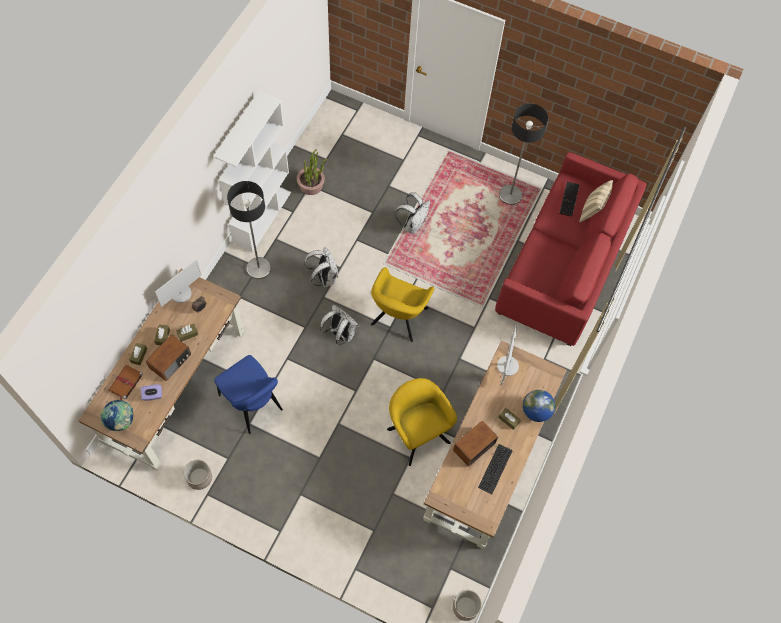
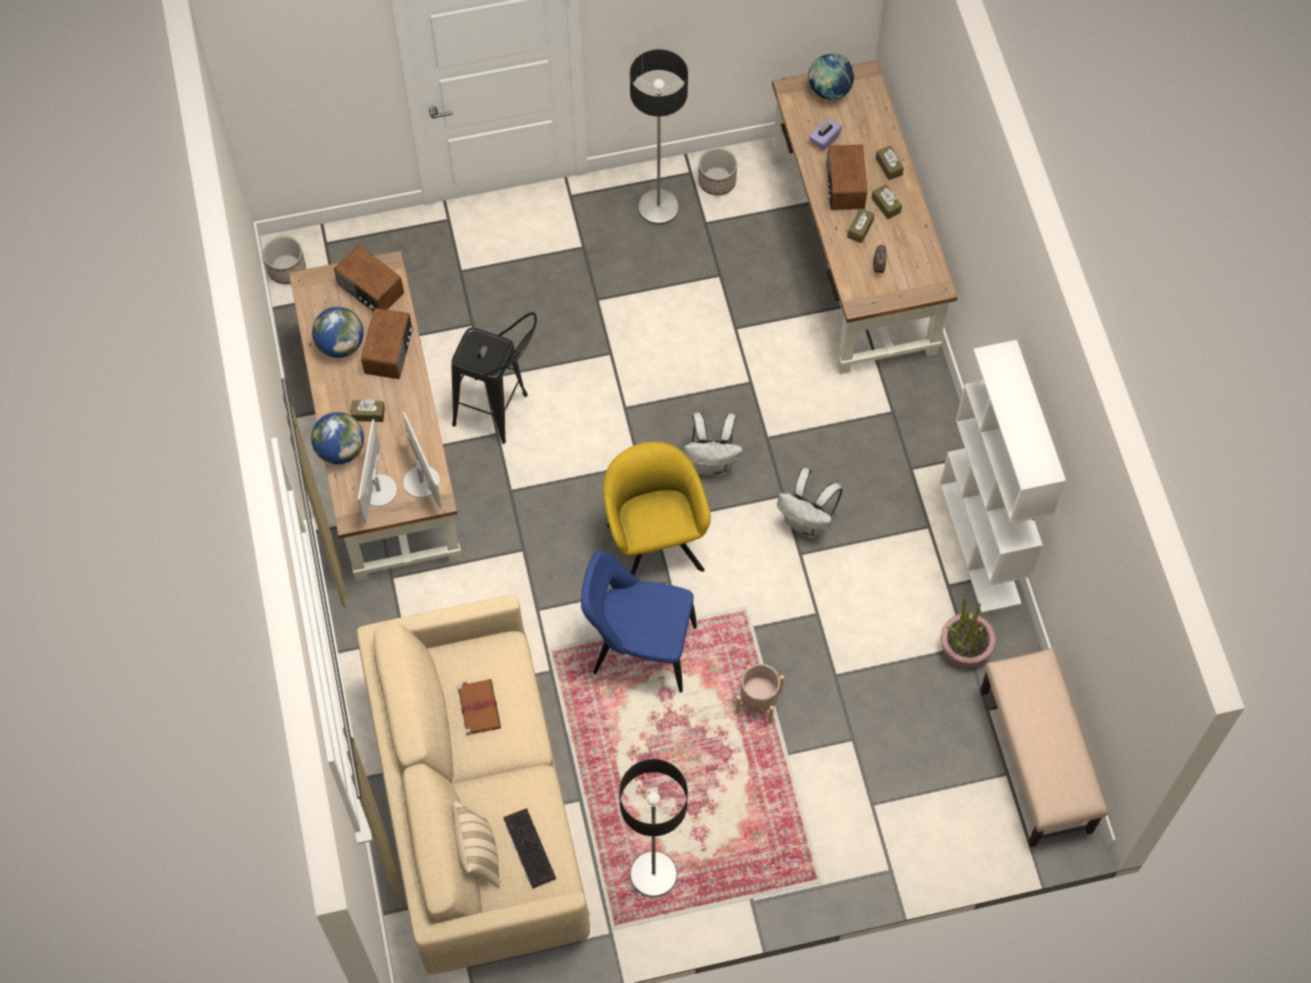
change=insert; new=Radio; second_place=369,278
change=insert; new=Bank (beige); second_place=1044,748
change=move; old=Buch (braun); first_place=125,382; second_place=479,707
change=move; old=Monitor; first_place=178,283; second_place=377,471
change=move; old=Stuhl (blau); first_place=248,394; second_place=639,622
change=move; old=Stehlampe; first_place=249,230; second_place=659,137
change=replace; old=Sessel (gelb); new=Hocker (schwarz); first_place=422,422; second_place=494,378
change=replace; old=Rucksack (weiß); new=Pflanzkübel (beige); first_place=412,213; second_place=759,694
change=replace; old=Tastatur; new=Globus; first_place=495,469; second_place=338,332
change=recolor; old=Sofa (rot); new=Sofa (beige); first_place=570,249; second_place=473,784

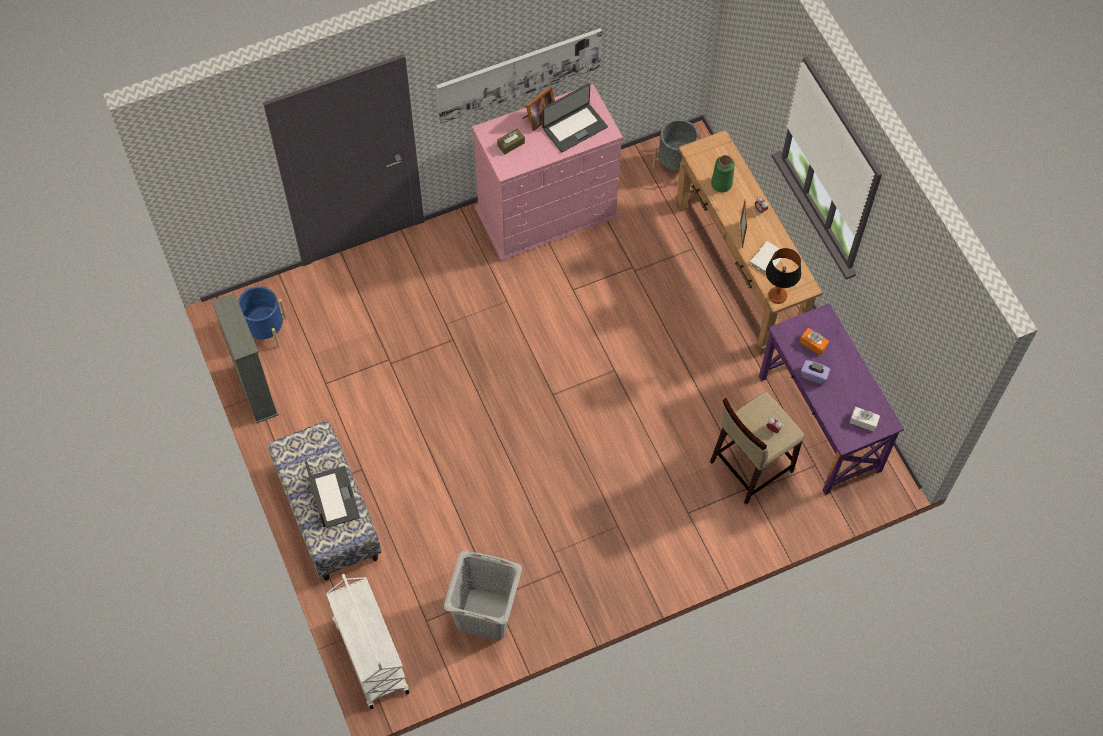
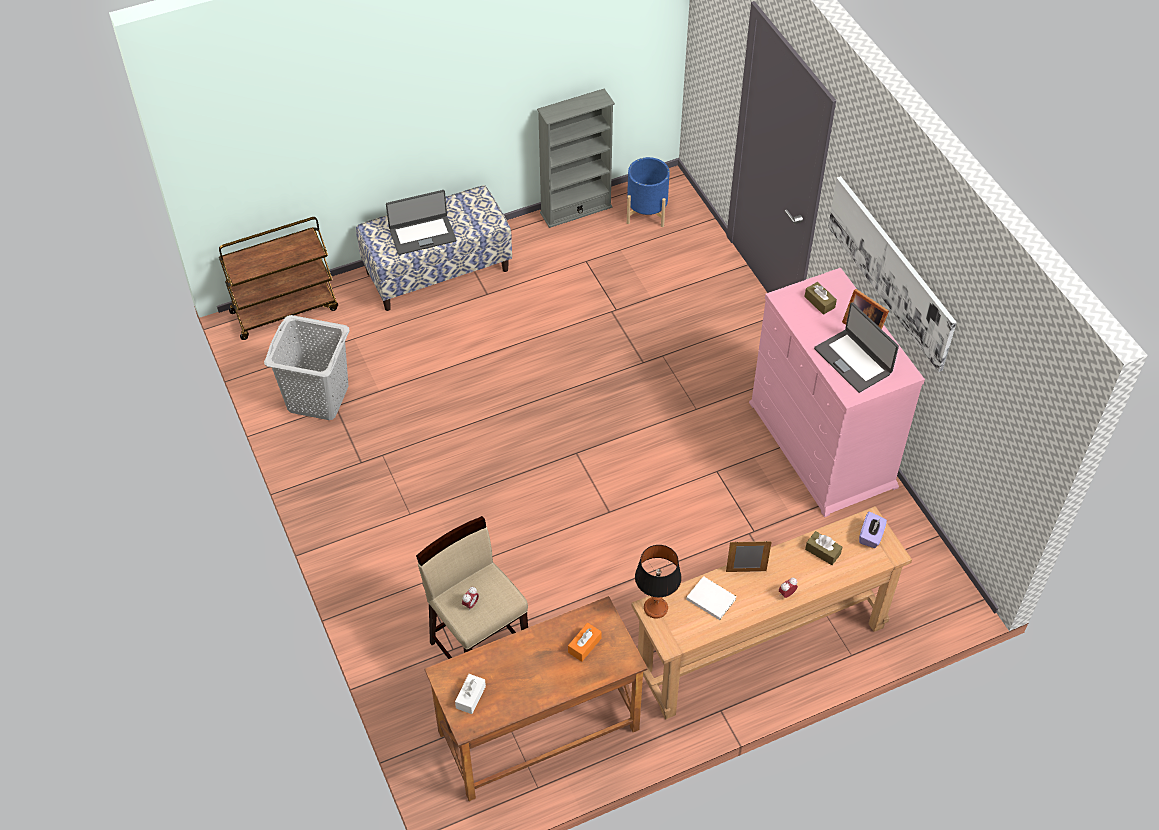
change=delete; old=Pflanzkübel (grau); first_place=676,151
change=move; old=Taschentuchbox (lila); first_place=815,372; second_place=873,529
change=replace; old=Vase (grün); new=Taschentuchbox (braun); first_place=723,173; second_place=823,548
change=recolor; old=Rollwagen (weiß); new=Rollwagen (braun); first_place=367,641; second_place=278,278
change=recolor; old=Schreibtisch (lila); new=Schreibtisch (braun); first_place=831,399; second_place=536,698

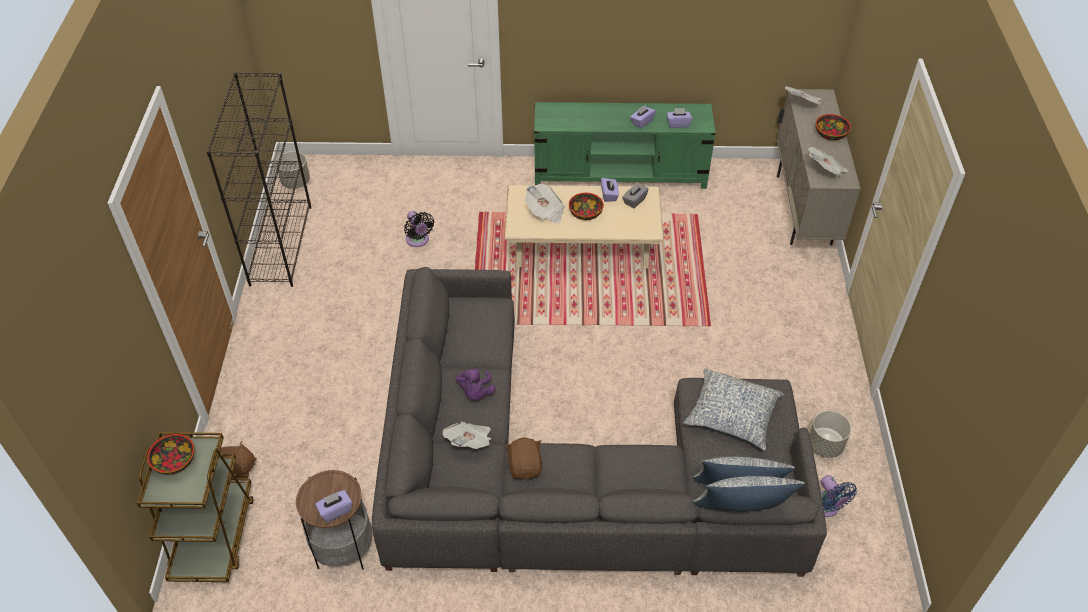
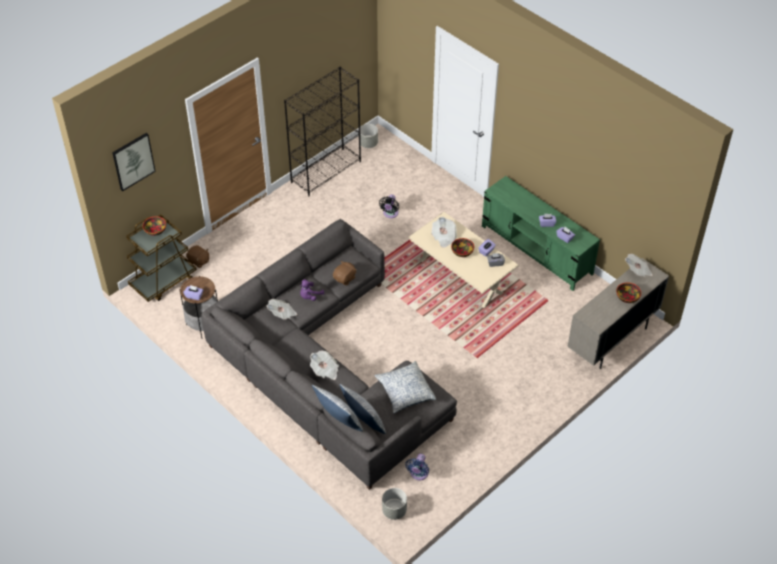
change=insert; new=Bild; second_place=134,162
change=move; old=Plüschtier (braun); first_place=523,458; second_place=345,273
change=move; old=Zeitung; first_place=828,161; second_place=324,365
change=move; old=Pflanzkübel (grau); first_place=830,434; second_place=394,504

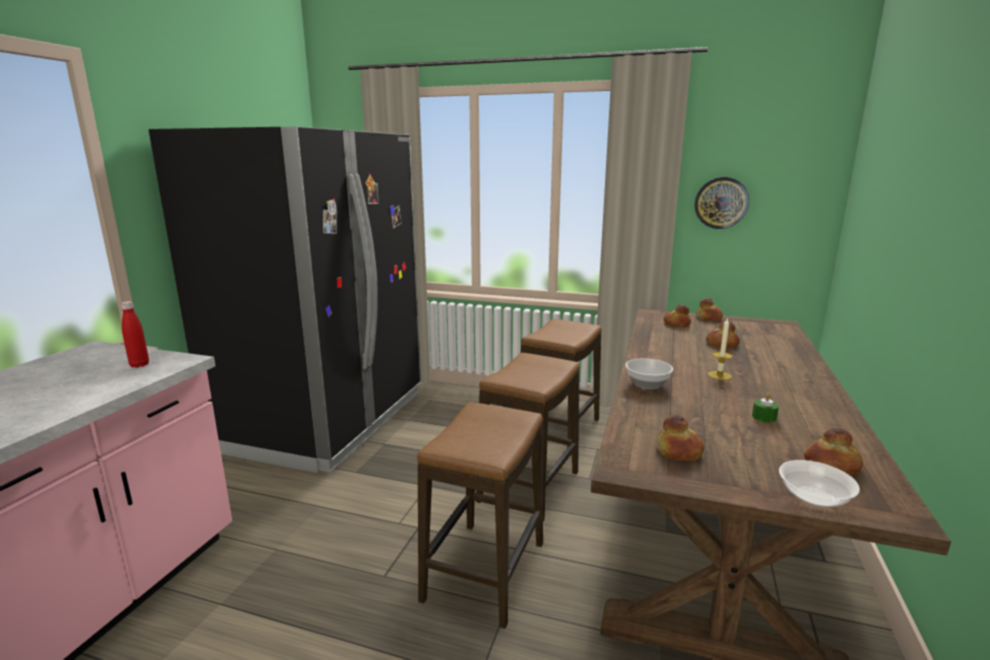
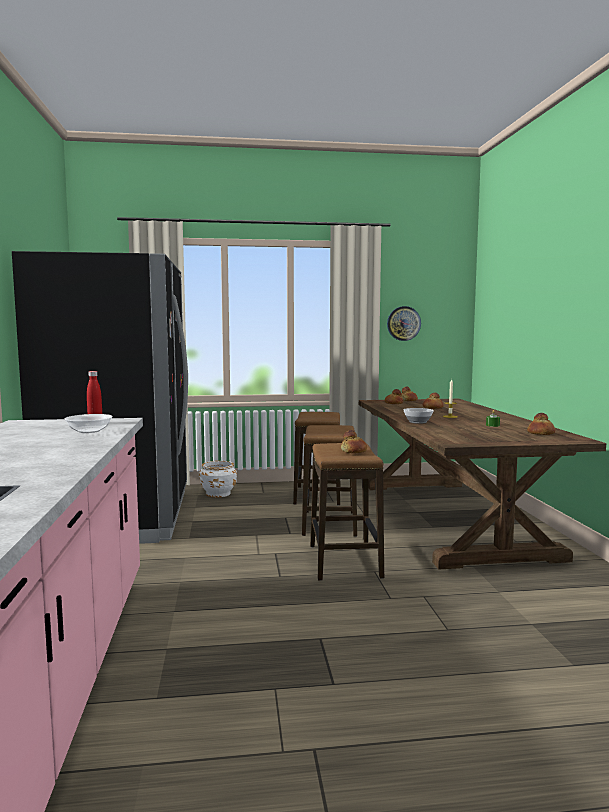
change=insert; new=Pflanzkübel (weiß); second_place=218,479
change=move; old=Brot; first_place=680,438; second_place=354,441
change=move; old=Schüssel; first_place=819,483; second_place=88,423

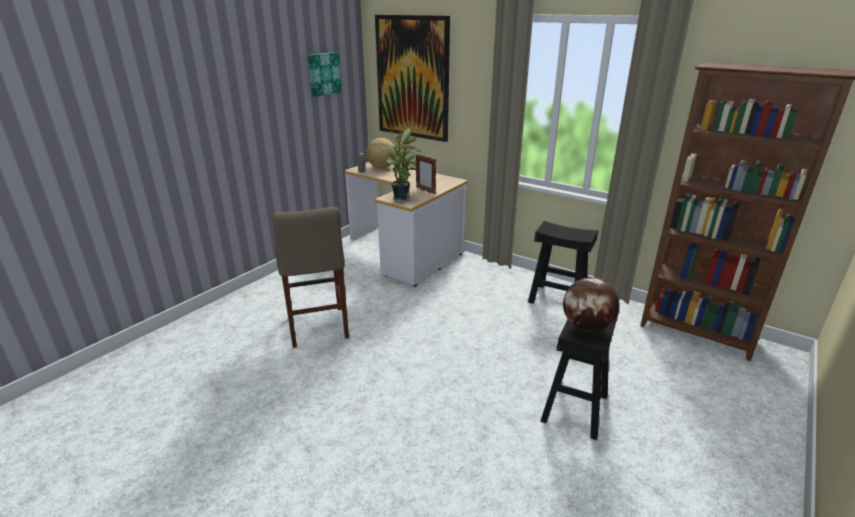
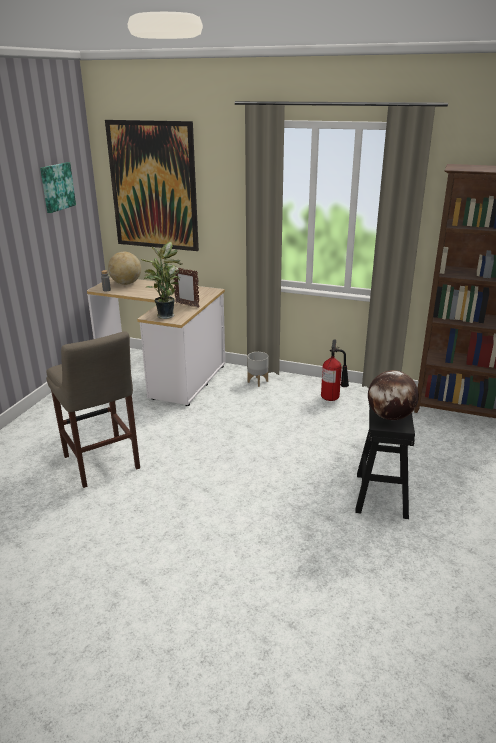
change=insert; new=Pflanzkübel (grau); second_place=257,369
change=replace; old=Hocker (schwarz); new=Feuerlöscher; first_place=563,262; second_place=335,370

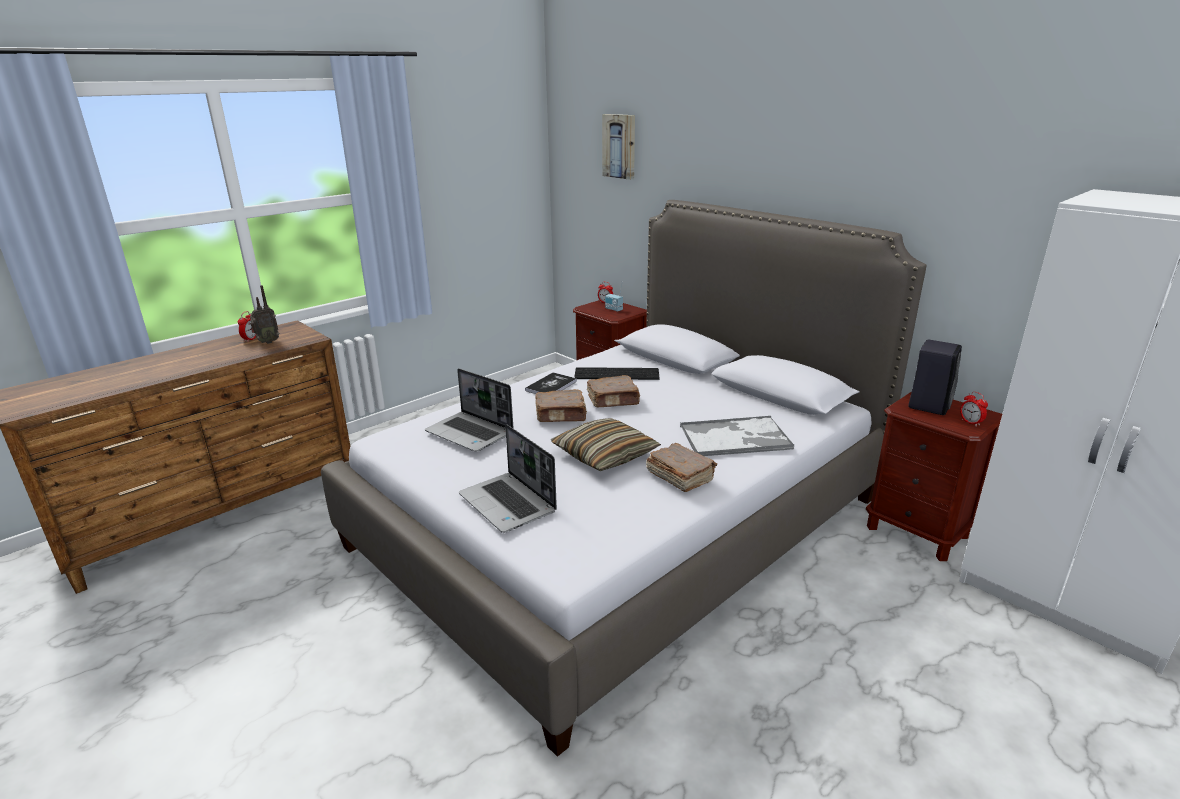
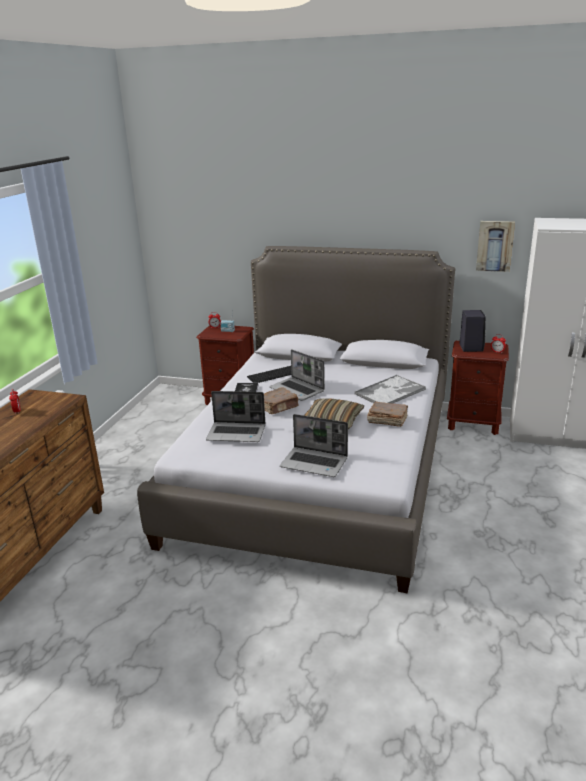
change=delete; old=Radio; first_place=264,314
change=move; old=Bild; first_place=618,147; second_place=495,246
change=replace; old=Buch (braun); new=Laptop; first_place=614,391; second_place=297,375

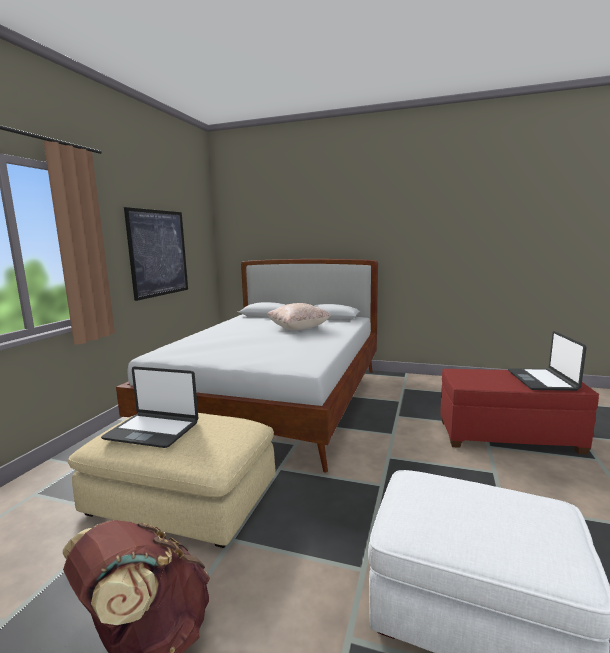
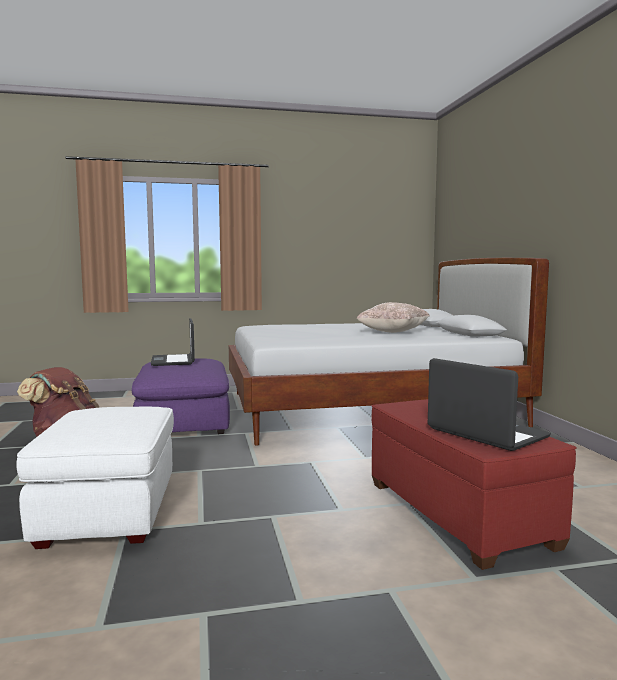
change=delete; old=Bild; first_place=156,254
change=recolor; old=Polsterhocker (beige); new=Polsterhocker (lila); first_place=172,480; second_place=181,396
change=rotate; old=Laptop; first_place=547,361; second_place=489,404; degrees=75

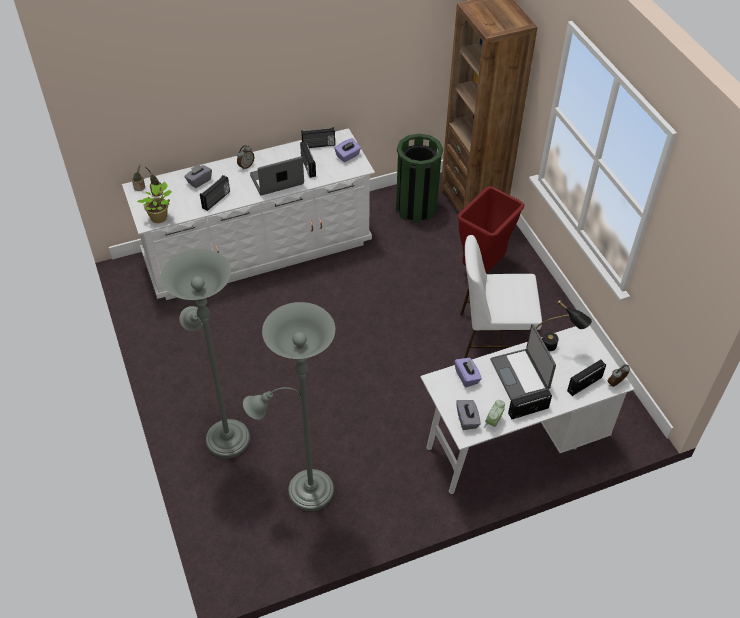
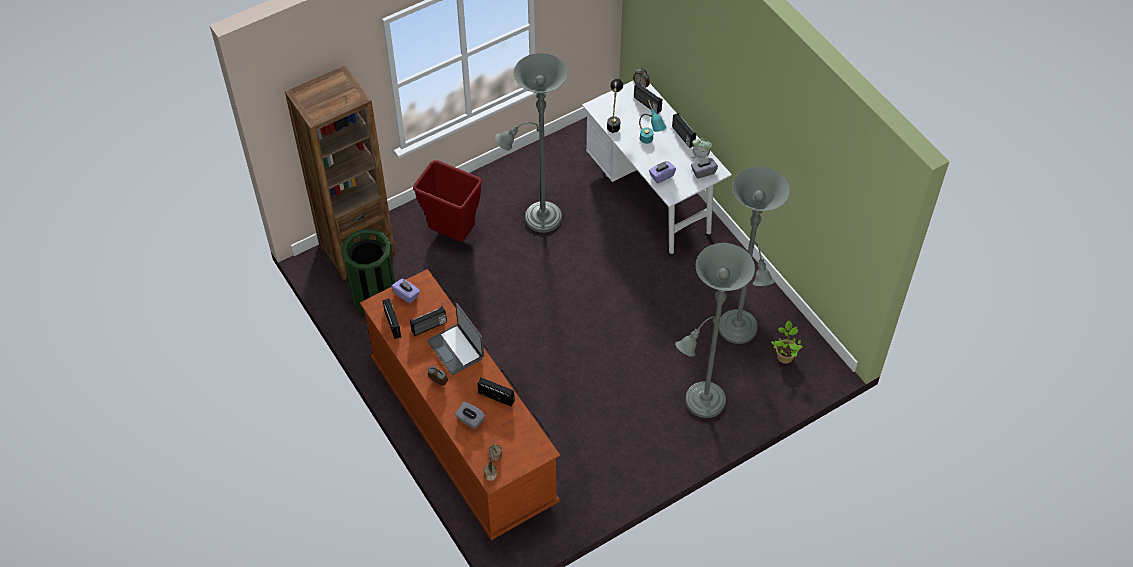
change=move; old=Topfpflanze; first_place=154,202; second_place=787,342
change=replace; old=Stuhl (weiß); new=Stehlampe (grau); first_place=501,296; second_place=531,143
change=replace; old=Laptop; new=Tischlampe (türkis); first_place=523,362; second_place=652,122
change=recolor; old=Kommode (weiß); new=Kommode (braun); first_place=248,214; second_place=460,404

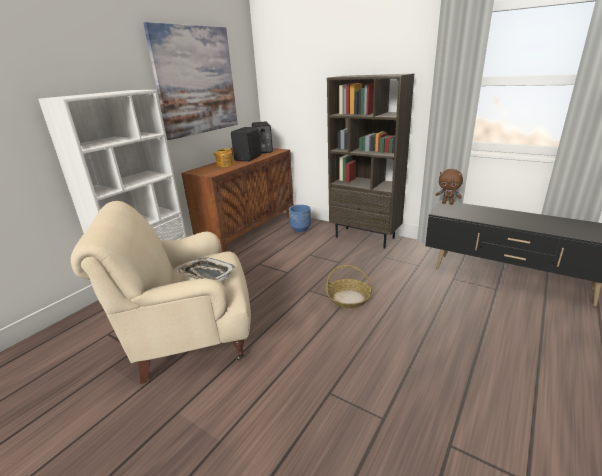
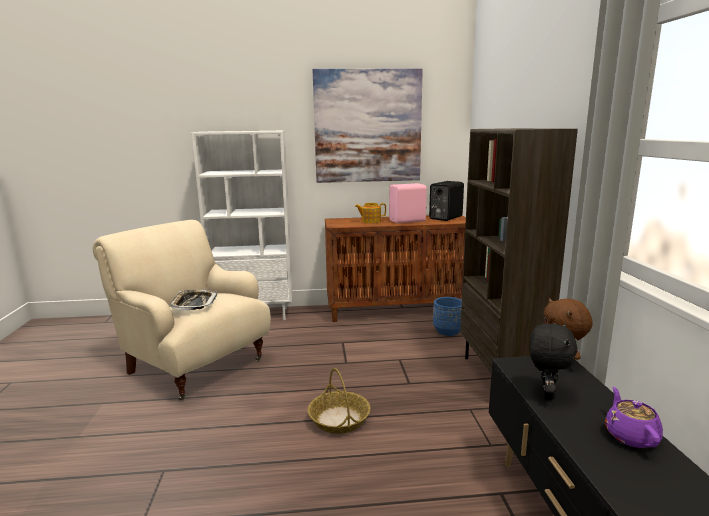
change=insert; new=Plüschtier (schwarz); second_place=554,361
change=insert; new=Teekanne (lila); second_place=634,417
change=recolor; old=Lautsprecher (schwarz); new=Lautsprecher (rosa); first_place=246,144; second_place=408,203

